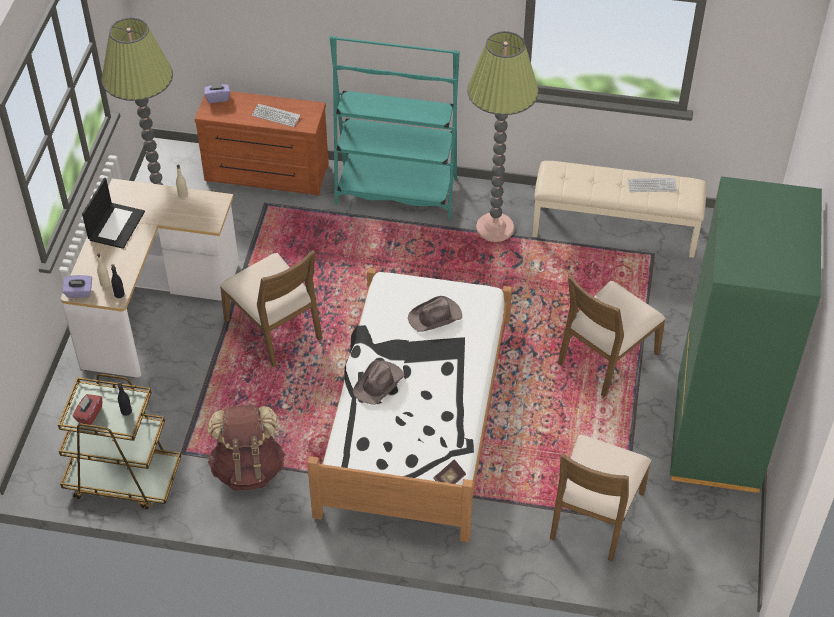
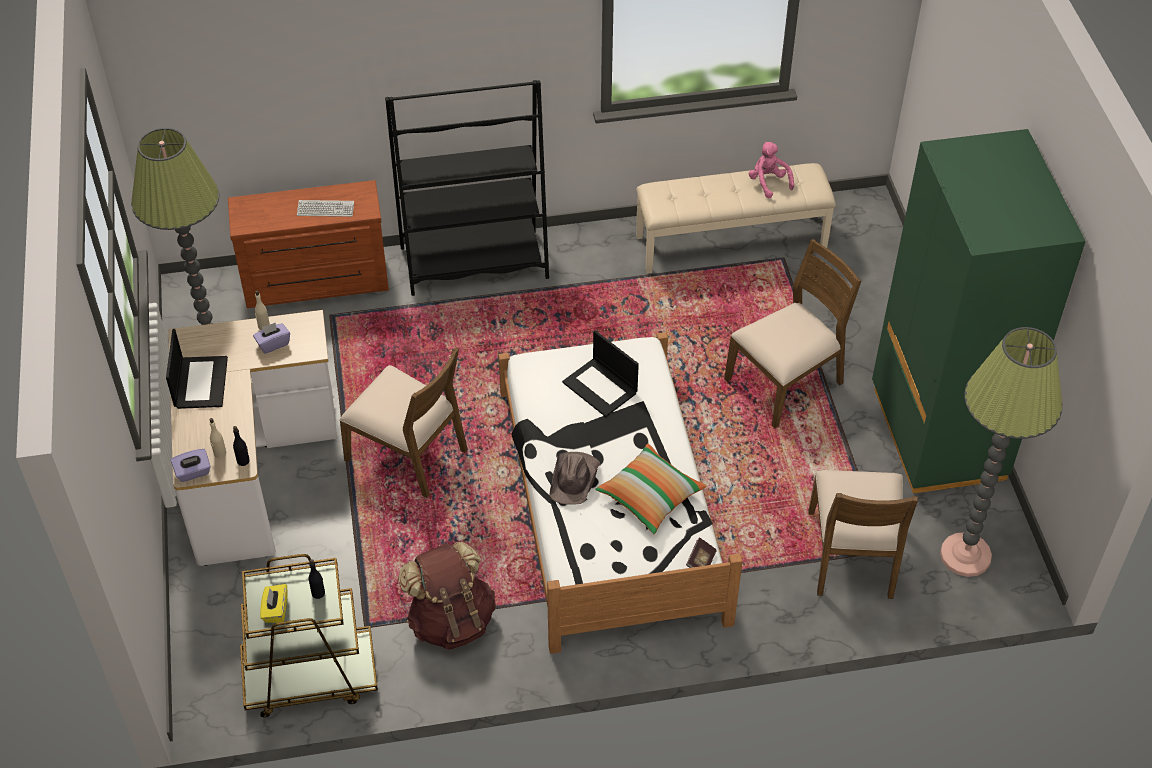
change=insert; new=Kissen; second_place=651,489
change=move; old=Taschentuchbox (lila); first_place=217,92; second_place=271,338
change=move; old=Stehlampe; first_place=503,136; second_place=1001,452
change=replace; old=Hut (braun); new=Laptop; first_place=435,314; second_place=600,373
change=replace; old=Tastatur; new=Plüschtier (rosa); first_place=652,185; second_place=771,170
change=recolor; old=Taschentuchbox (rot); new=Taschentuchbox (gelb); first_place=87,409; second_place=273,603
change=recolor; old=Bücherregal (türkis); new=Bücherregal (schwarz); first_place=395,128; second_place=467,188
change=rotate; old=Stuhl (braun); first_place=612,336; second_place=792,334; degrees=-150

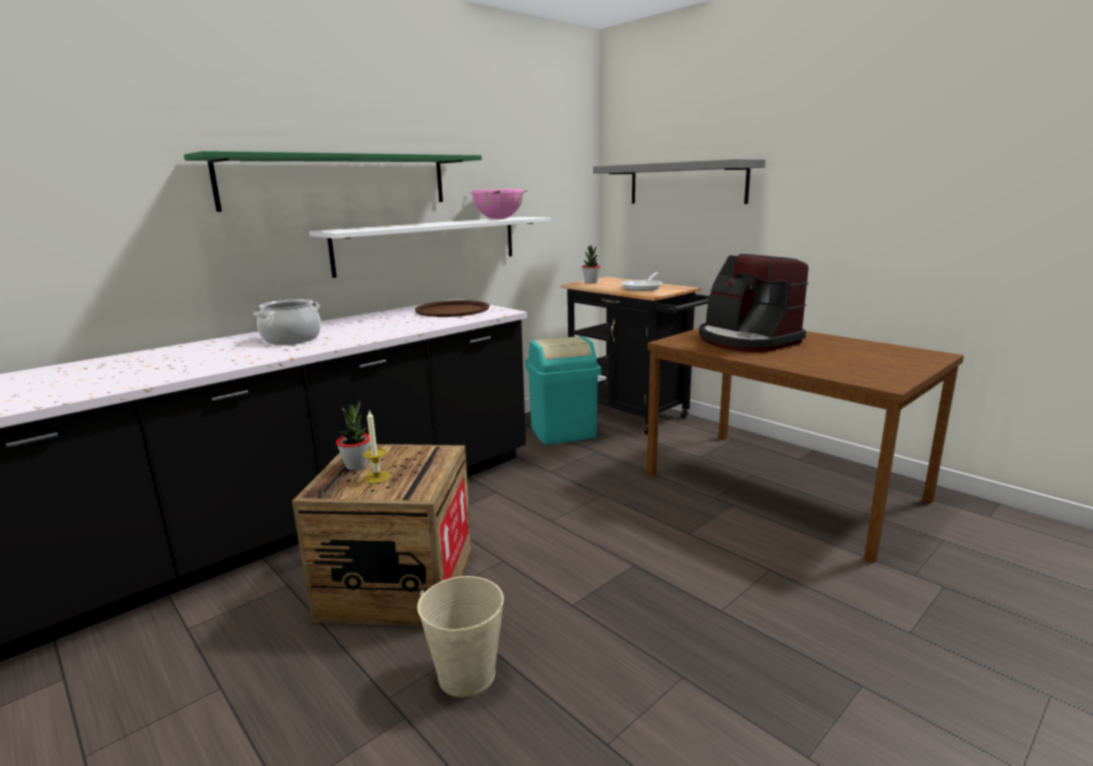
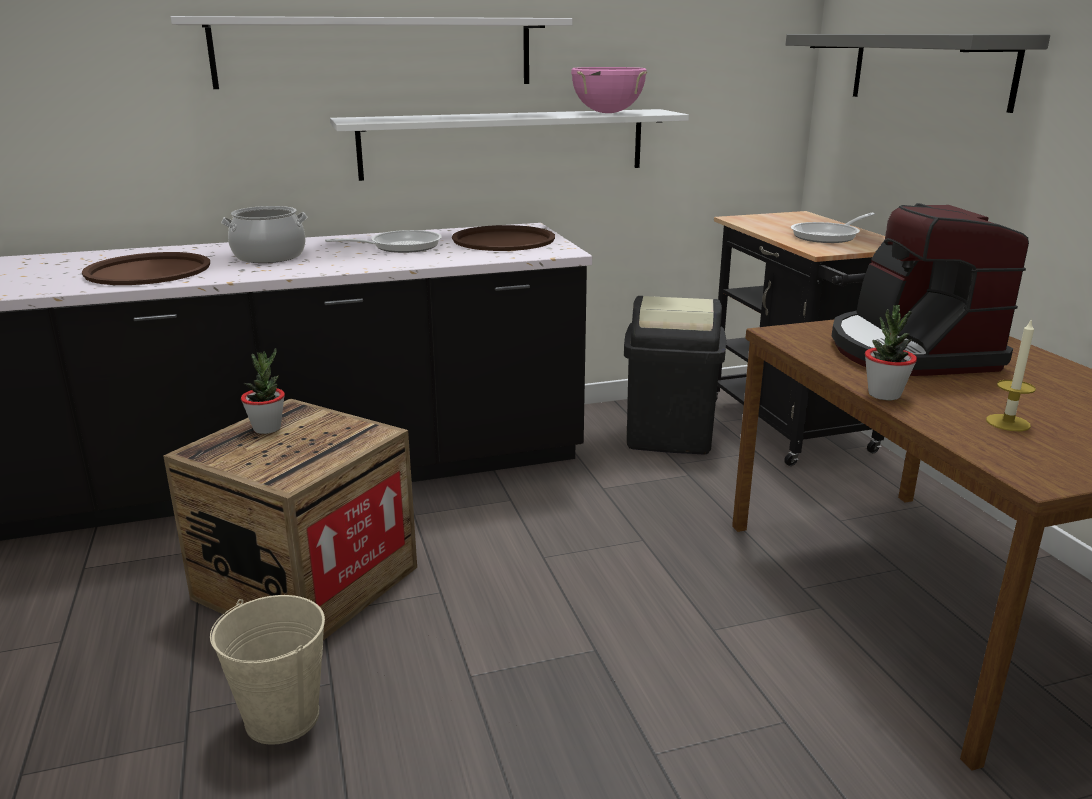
change=insert; new=Tablett (braun); second_place=146,268
change=insert; new=Pfanne; second_place=383,241
change=move; old=Kerze; first_place=376,447; second_place=1011,374
change=move; old=Topfpflanze; first_place=591,264; second_place=891,352
change=recolor; old=Wandregal (grün); new=Wandregal (weiß); first_place=333,181; second_place=372,52
change=recolor; old=Mülleimer (türkis); new=Mülleimer (schwarz); first_place=563,390; second_place=675,375

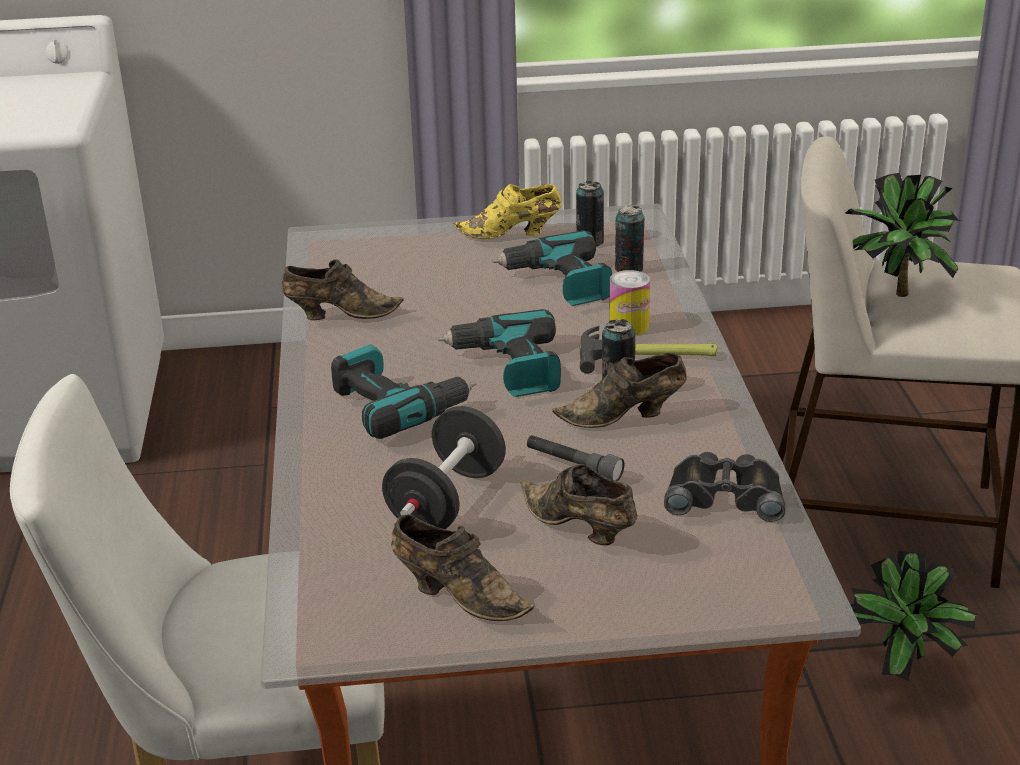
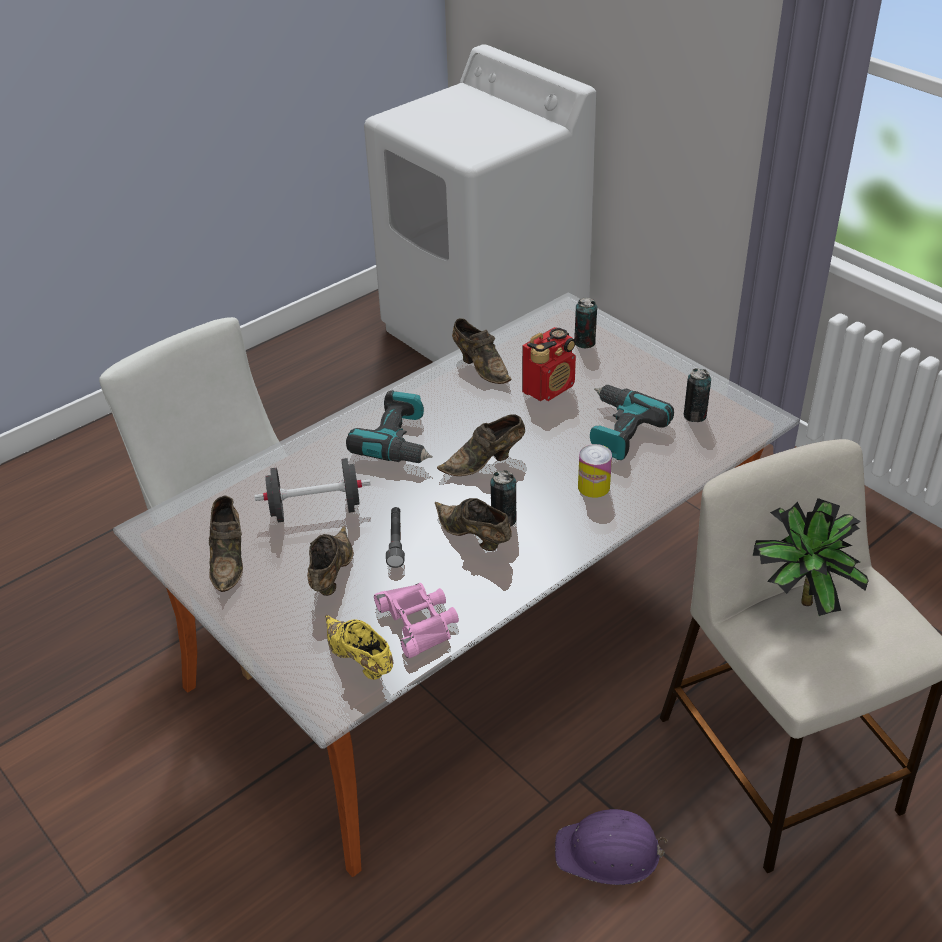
change=delete; old=Hammer; first_place=649,350
change=insert; new=Radio; second_place=549,364
change=move; old=Schuh (gelb); first_place=507,211; second_place=359,647
change=move; old=Dose; first_place=629,238; second_place=585,323
change=replace; old=Bohrmaschine; new=Schuh (braun); first_place=499,353; second_place=481,445
change=replace; old=Topfpflanze; new=Schutzhelm (lila); first_place=914,616; second_place=611,847
change=recolor; old=Fernglas (schwarz); new=Fernglas (rosa); first_place=724,487; second_place=416,621

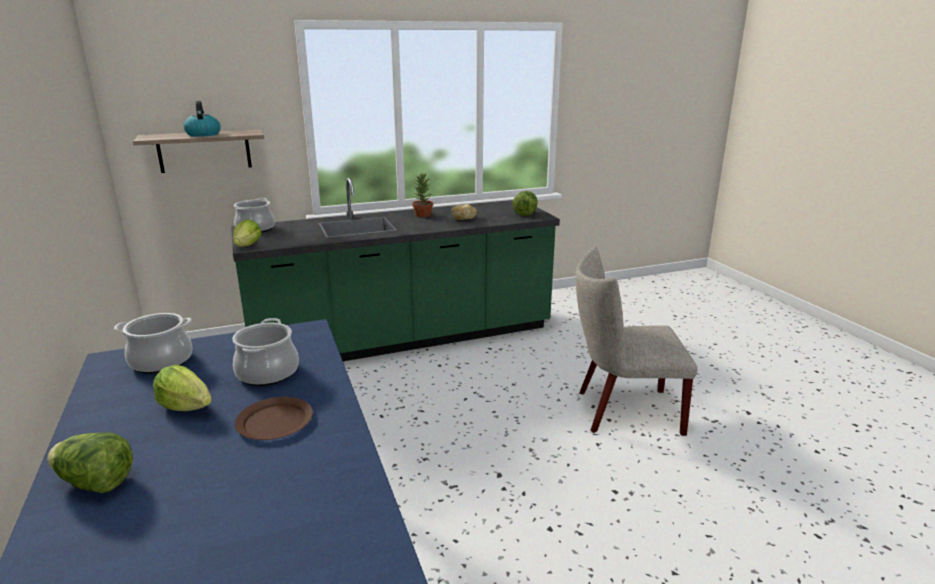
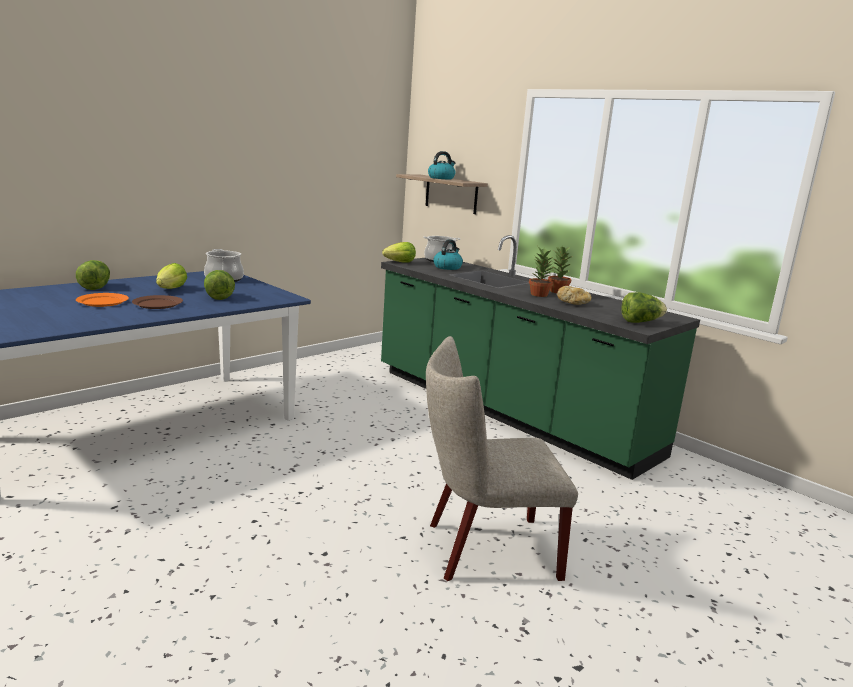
change=insert; new=Teller (orange); second_place=102,300
change=insert; new=Wasserkessel; second_place=448,254
change=insert; new=Topfpflanze; second_place=542,272
change=replace; old=Kochtopf; new=Salatkopf; first_place=265,352; second_place=219,285
change=rotate; old=Stuhl (beige); first_place=636,341; second_place=502,458; degrees=-75

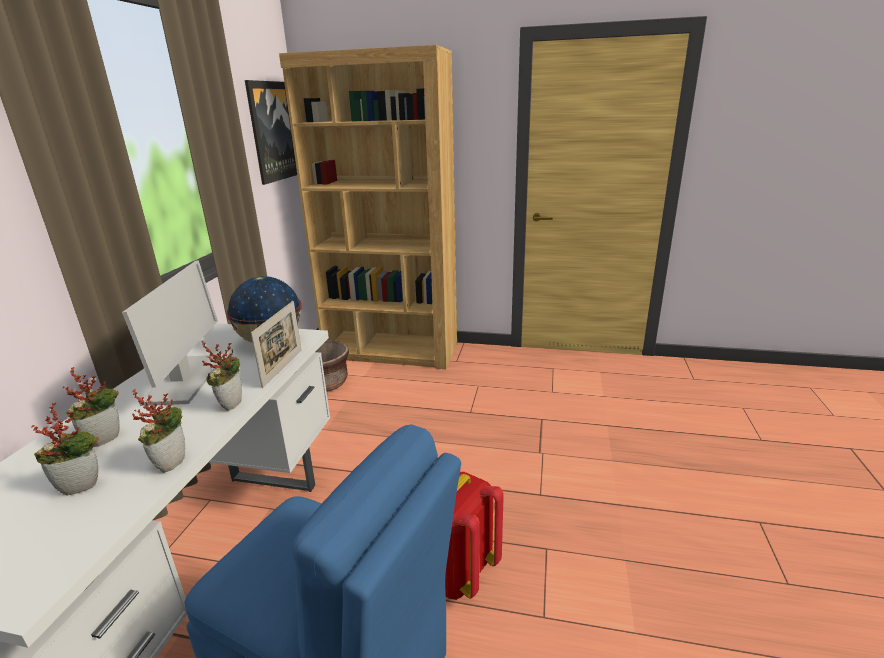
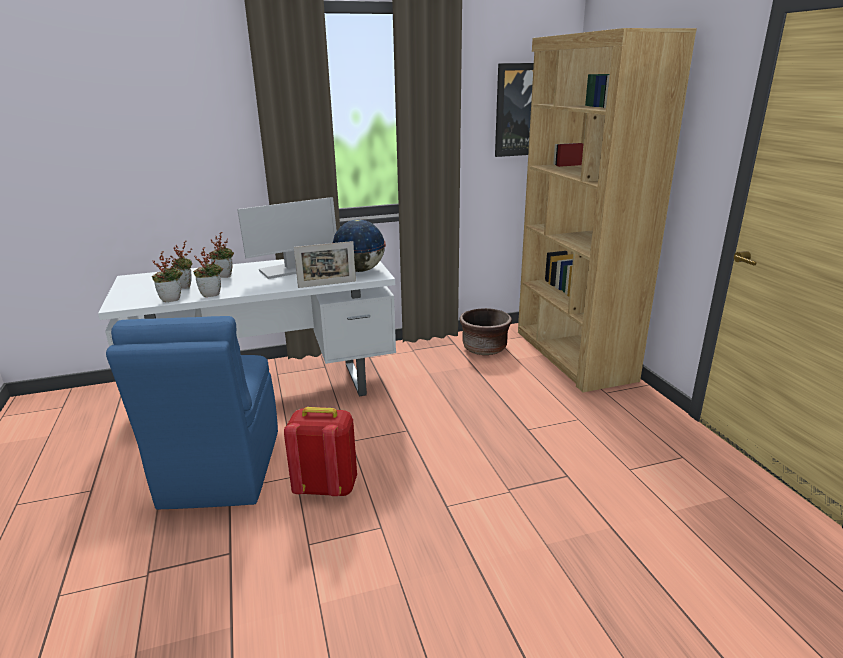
change=move; old=Topfpflanze; first_place=222,375; second_place=167,276

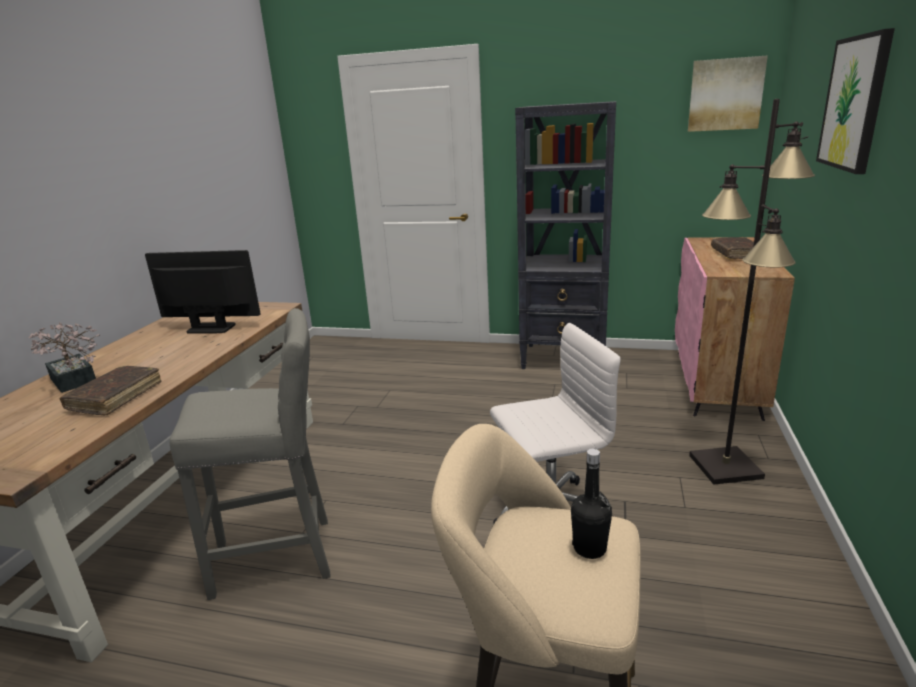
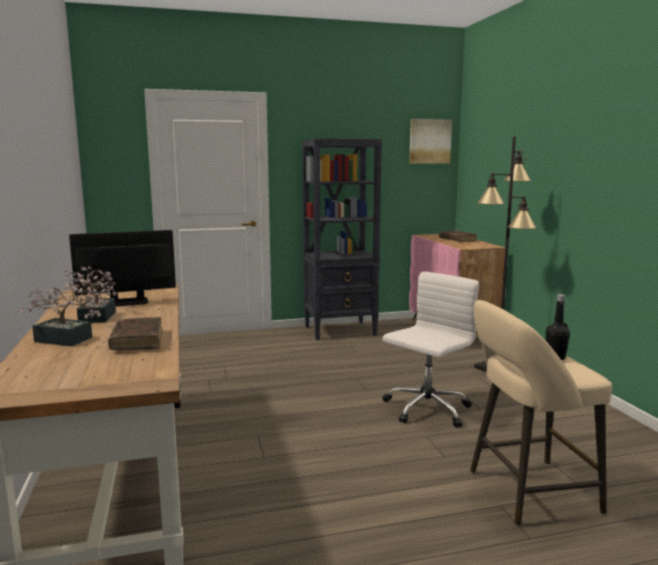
change=delete; old=Hocker (grau); first_place=250,454
change=delete; old=Bild; first_place=855,101
change=insert; new=Topfpflanze; second_place=91,294

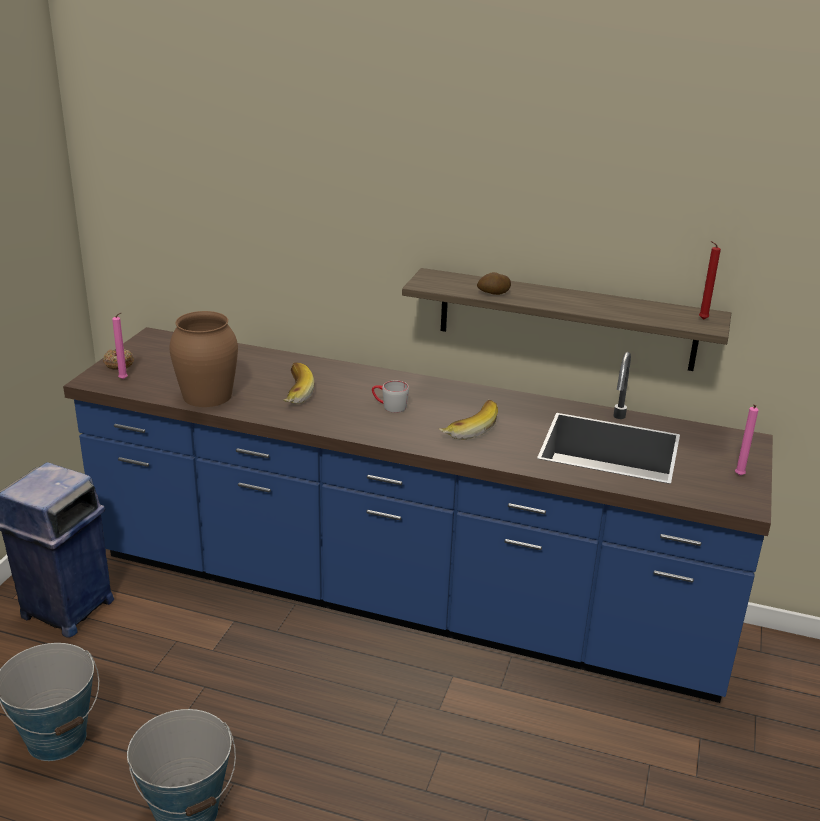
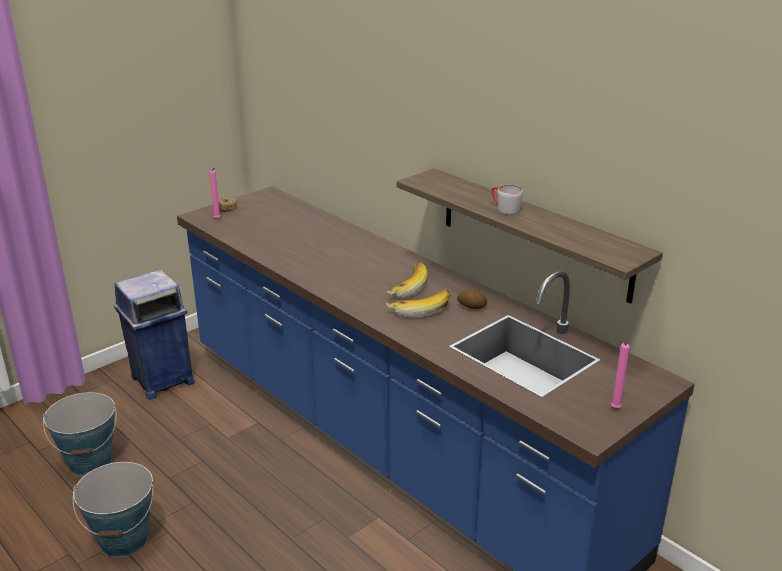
change=delete; old=Vase (braun); first_place=203,359
change=delete; old=Kerze (rot); first_place=710,280
change=move; old=Banane; first_place=299,383; second_place=407,280
change=move; old=Henkelbecher (grau); first_place=390,397; second_place=507,200
change=move; old=Kartoffel; first_place=494,283; second_place=472,299

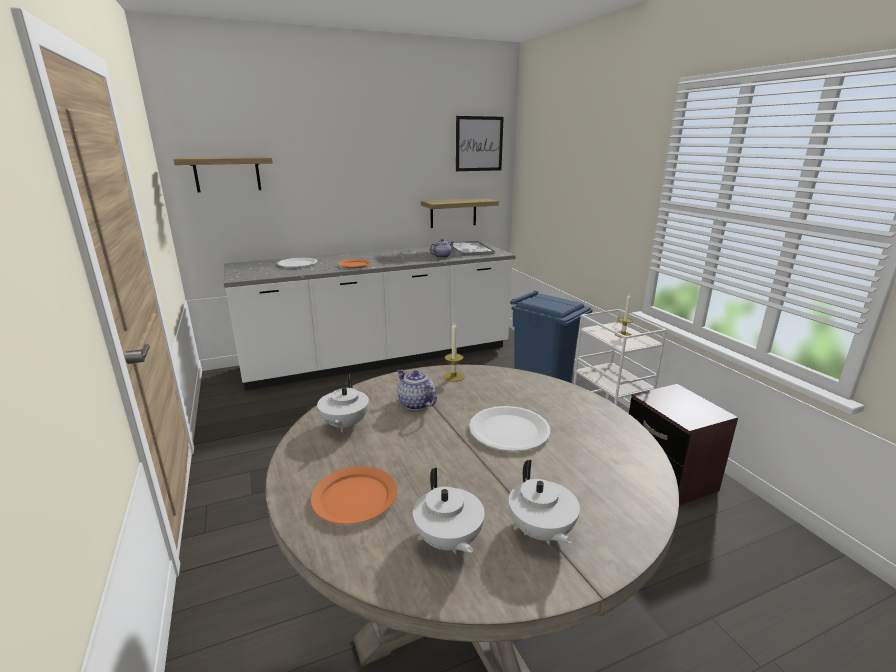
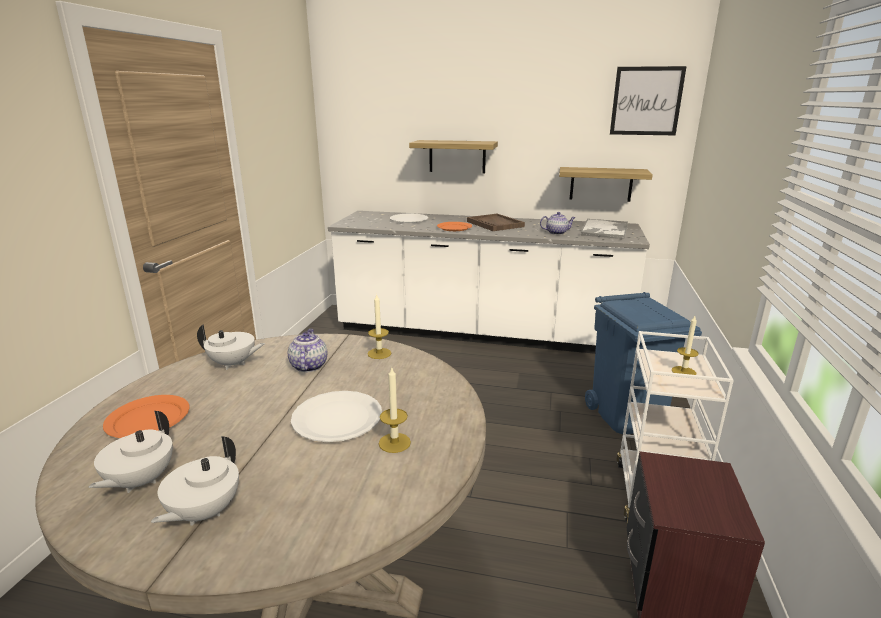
change=insert; new=Kerze; second_place=395,410
change=insert; new=Tablett (braun); second_place=496,222
change=move; old=Wandregal; first_place=223,174; second_place=453,156
change=rotate; old=Teekanne (weiß); first_place=343,403; second_place=231,347; degrees=-120

